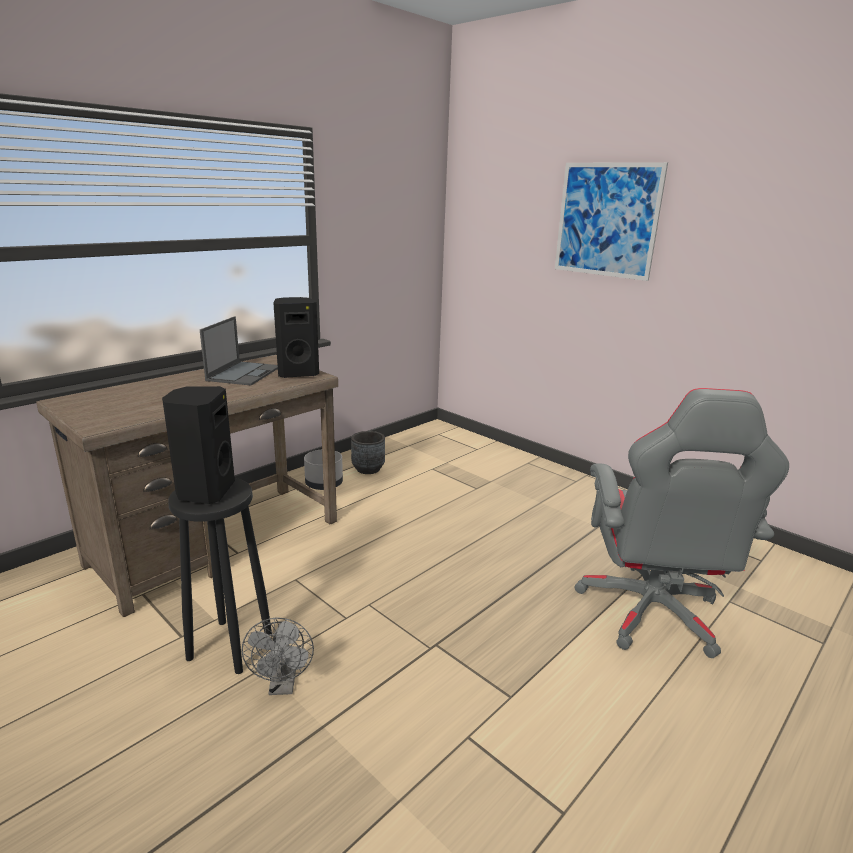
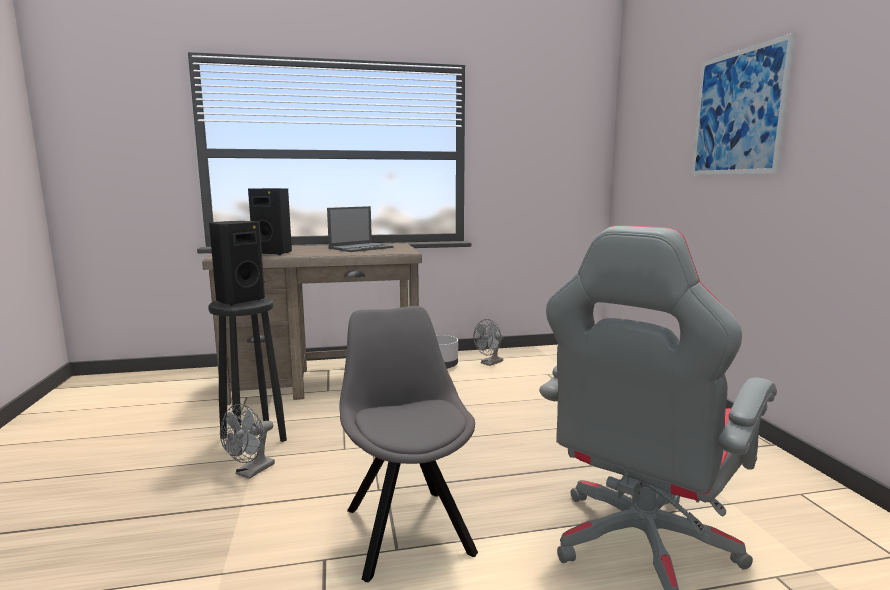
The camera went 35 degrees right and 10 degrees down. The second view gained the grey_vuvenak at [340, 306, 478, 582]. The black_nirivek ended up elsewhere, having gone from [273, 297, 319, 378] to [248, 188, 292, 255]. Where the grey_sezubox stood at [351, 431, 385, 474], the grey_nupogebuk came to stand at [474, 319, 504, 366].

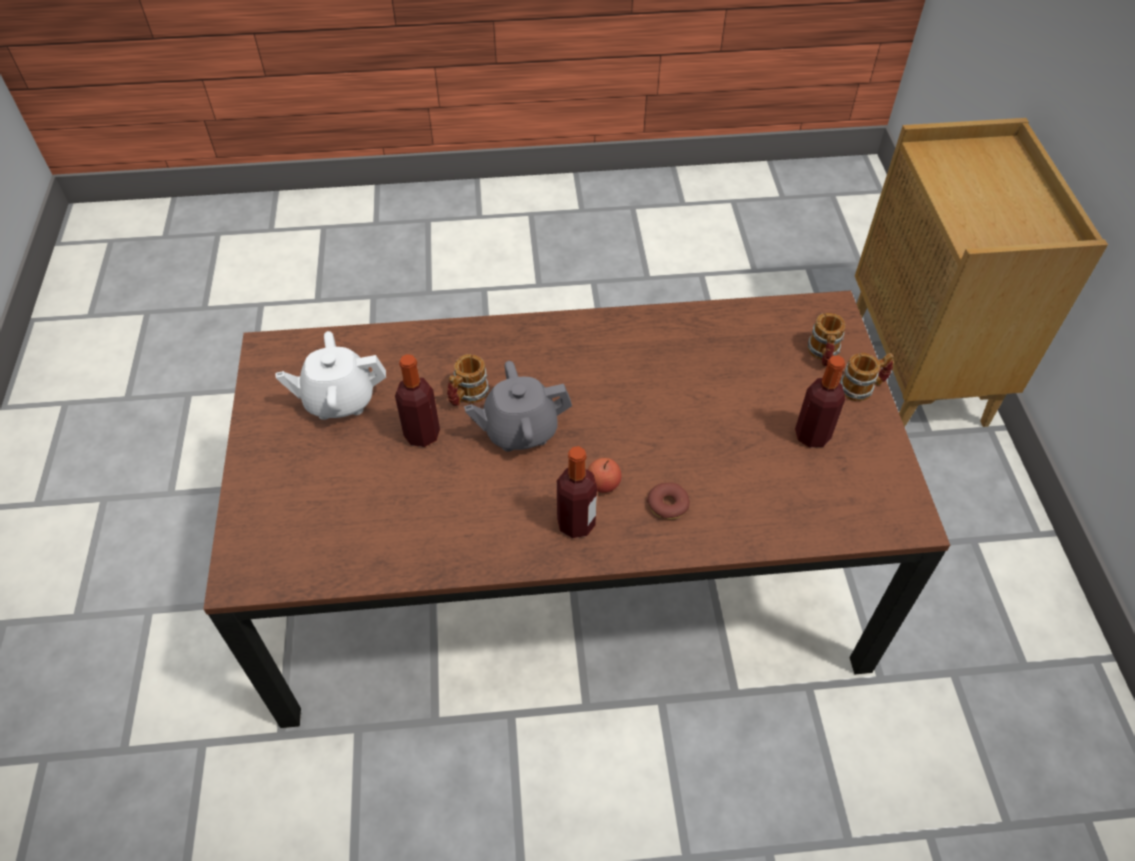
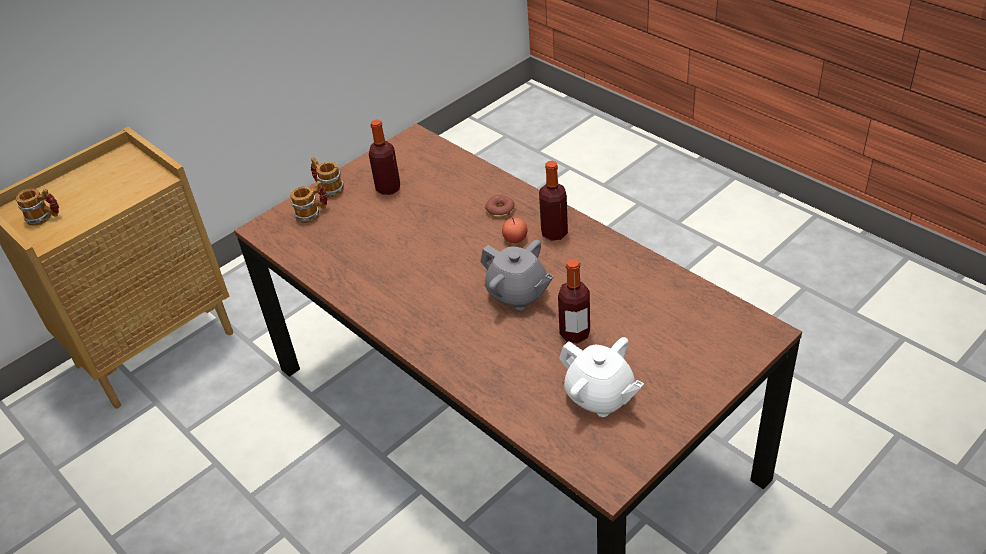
The camera went 125 degrees left and 10 degrees down. The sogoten ended up elsewhere, having gone from [447, 354, 490, 406] to [16, 188, 59, 226].

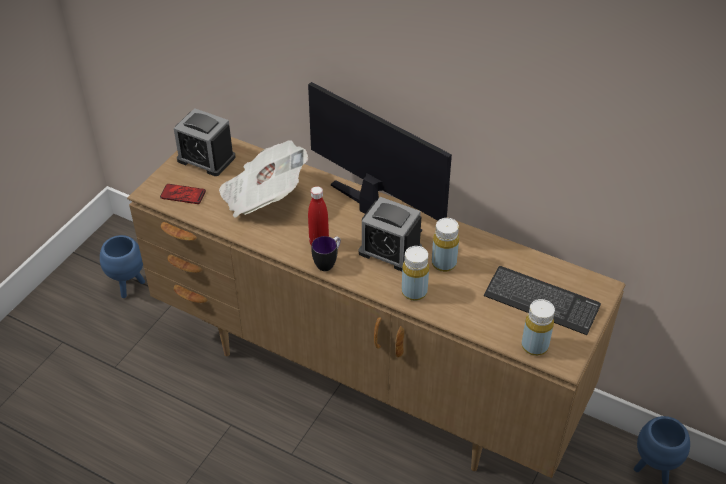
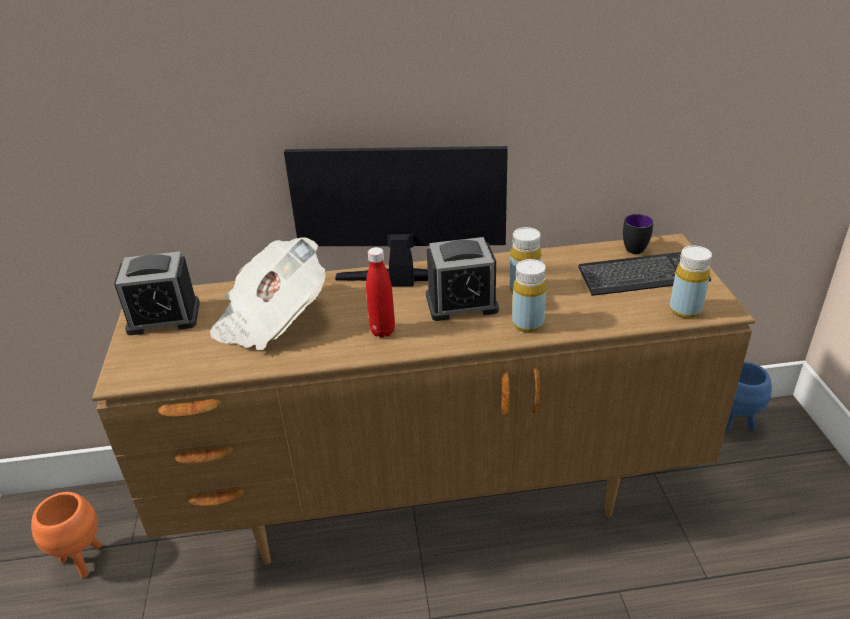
The camera went 35 degrees left and 10 degrees down. The second view lost the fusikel at [160, 184, 206, 204]. The sogoten ended up elsewhere, having gone from [312, 236, 341, 271] to [623, 214, 653, 254]. What was the blue_sezubox at [100, 235, 145, 298] turned into the orange_sezubox at [31, 492, 102, 578].

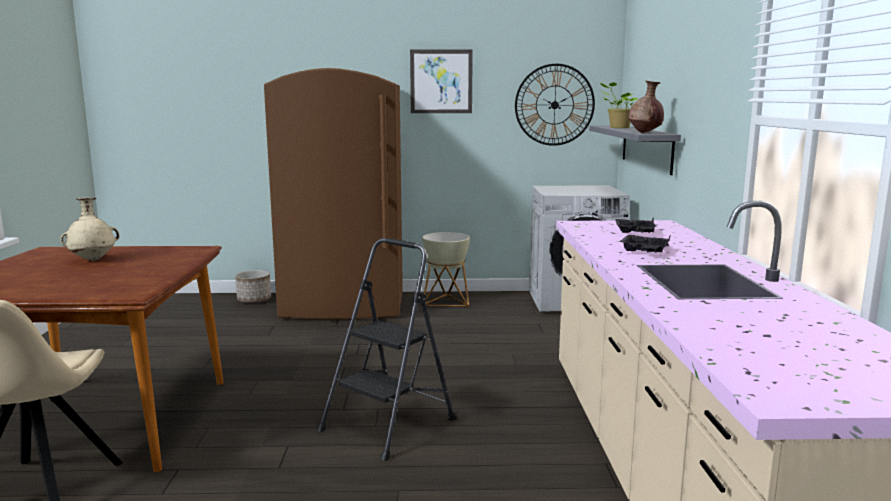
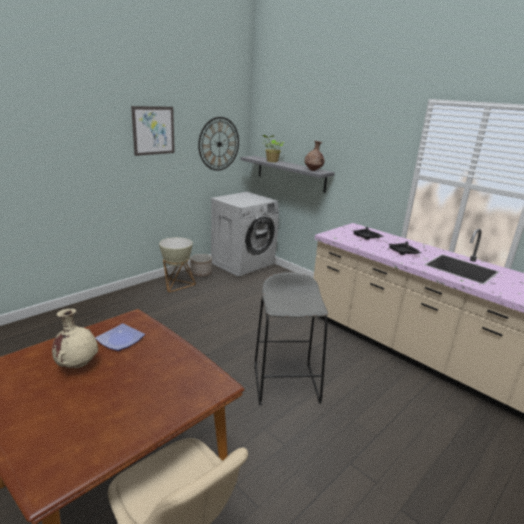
The camera went 45 degrees left and 10 degrees up. The second view lost the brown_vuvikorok at [264, 68, 403, 319]. The second view gained the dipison at [95, 324, 145, 351]. The sezubox ended up elsewhere, having gone from [235, 270, 271, 303] to [190, 254, 212, 277]. Where the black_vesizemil stood at [316, 238, 457, 461], the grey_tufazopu came to stand at [254, 272, 328, 405].

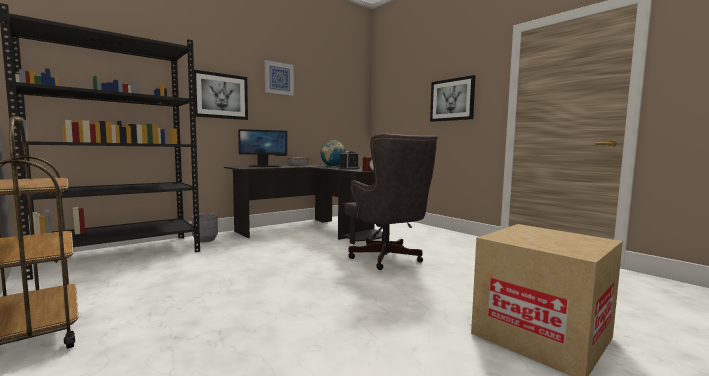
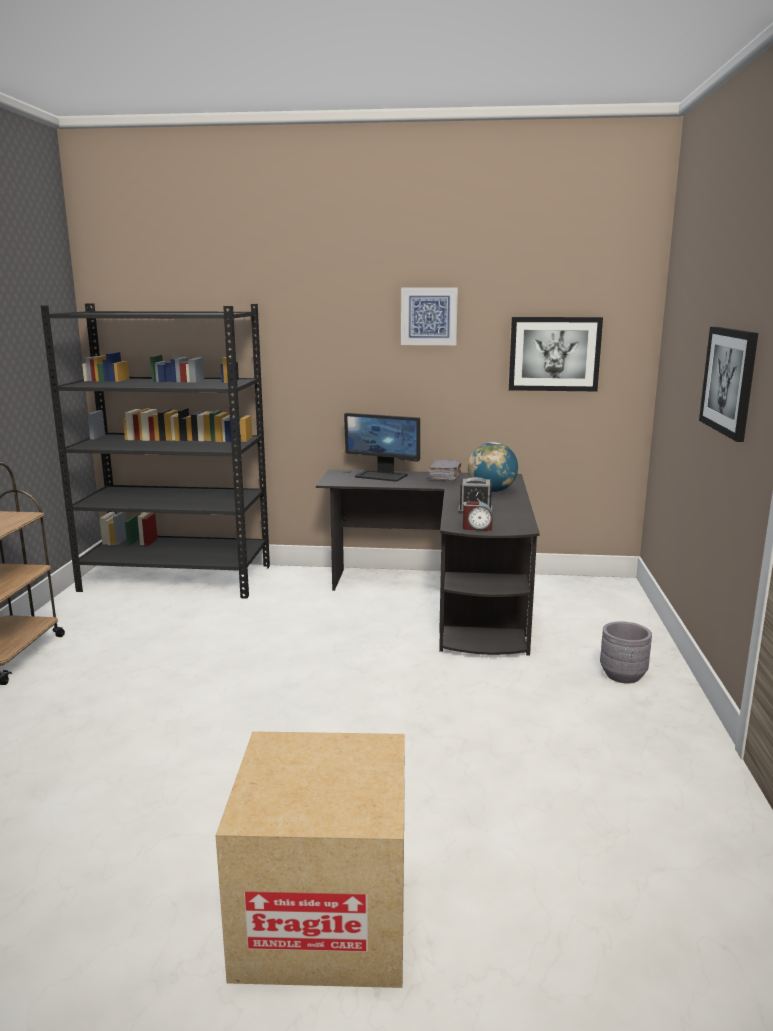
The camera went 45 degrees right and 10 degrees up. The second view lost the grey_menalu at [344, 134, 438, 270]. The grey_sezubox ended up elsewhere, having gone from [192, 213, 218, 242] to [600, 621, 652, 684]. The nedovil ended up elsewhere, having gone from [194, 70, 248, 120] to [509, 317, 603, 391].

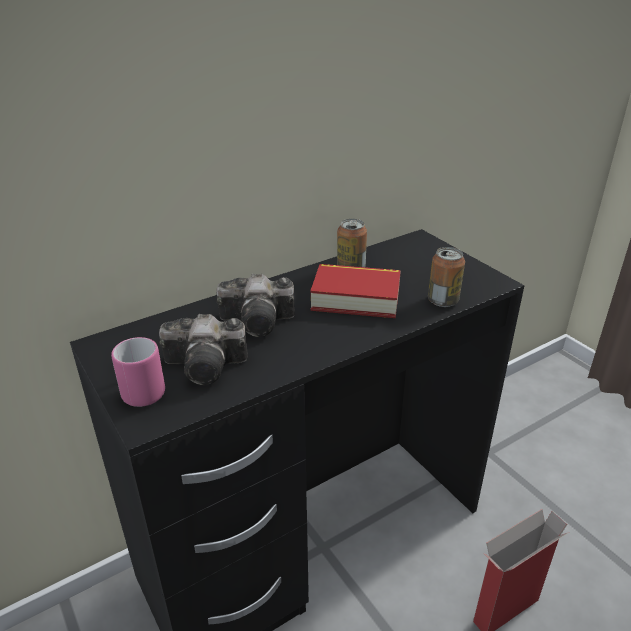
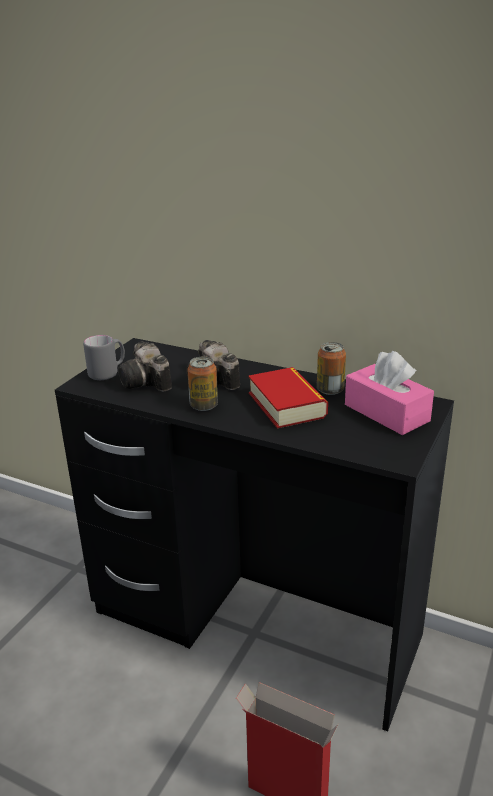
The camera went 60 degrees right and 5 degrees down. The second view gained the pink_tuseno at [345, 351, 434, 435]. The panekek ended up elsewhere, having gone from [428, 247, 465, 307] to [187, 357, 218, 411]. What was the pink_sogoten at [111, 337, 165, 407] turned into the grey_sogoten at [83, 335, 125, 380].

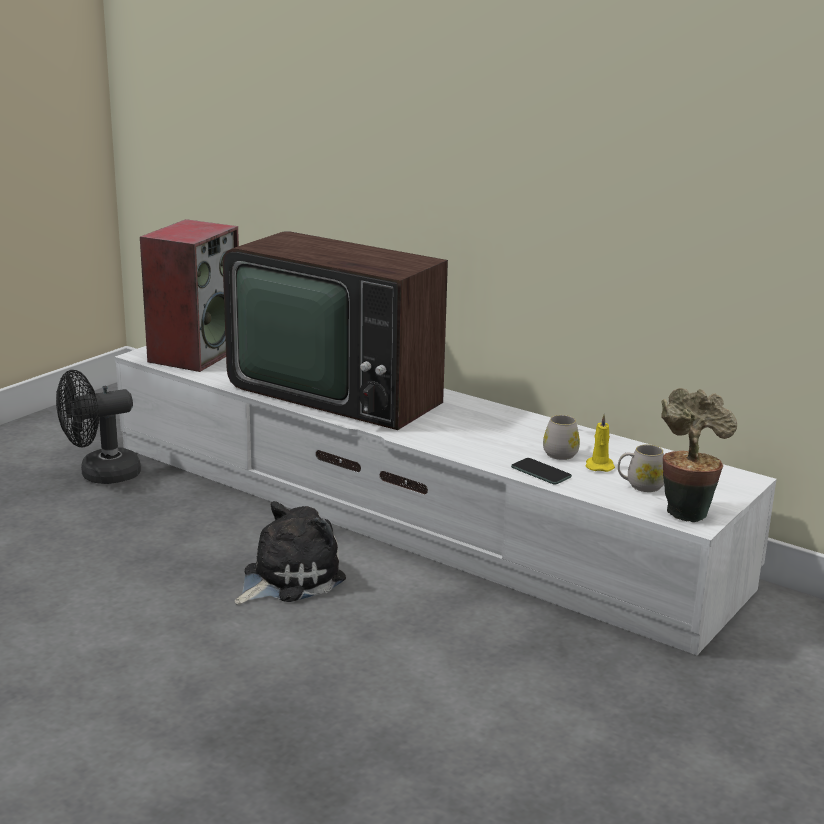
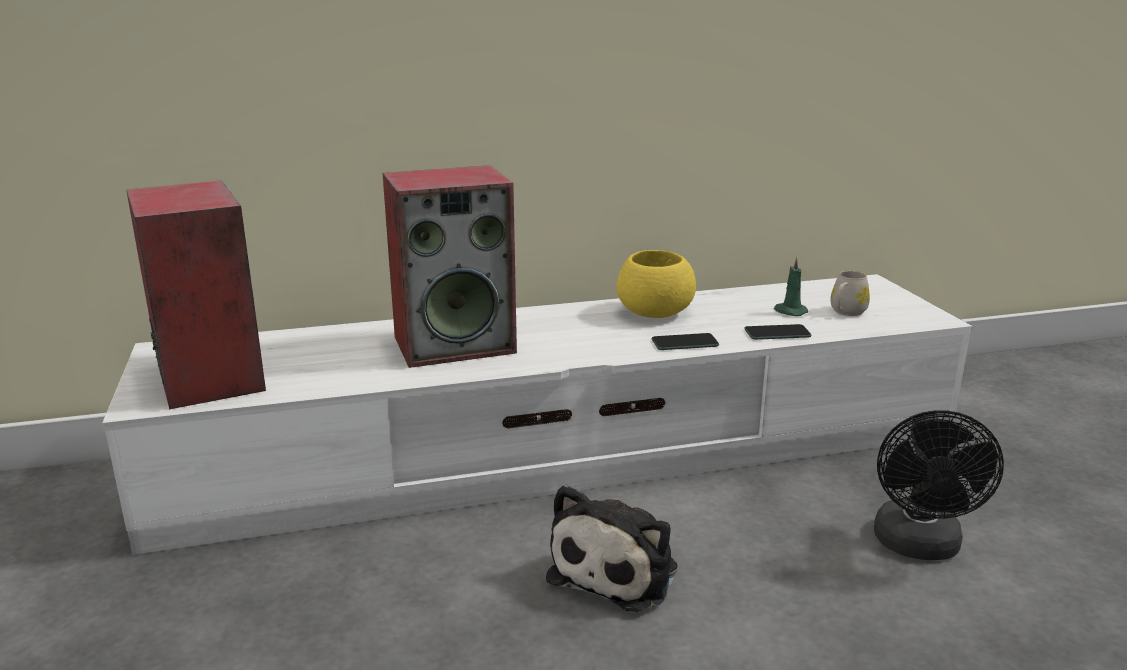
The camera went 50 degrees left and 0 degrees up. The second view lost the white_sogoten at [543, 415, 580, 460]. The second view lost the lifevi at [661, 388, 737, 522]. The second view gained the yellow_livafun at [617, 250, 696, 318]. The second view gained the fusikel at [652, 333, 719, 350]. The black_nupogebuk ended up elsewhere, having gone from [56, 370, 141, 484] to [874, 410, 1004, 560]. Where the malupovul stood at [223, 231, 448, 430], the nirivek came to stand at [383, 165, 517, 368]. What was the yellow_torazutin at [586, 414, 615, 472] turned into the green_torazutin at [774, 257, 808, 316]. The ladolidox at [235, 501, 346, 605] ended up facing another way, 150 degrees counterclockwise from before.

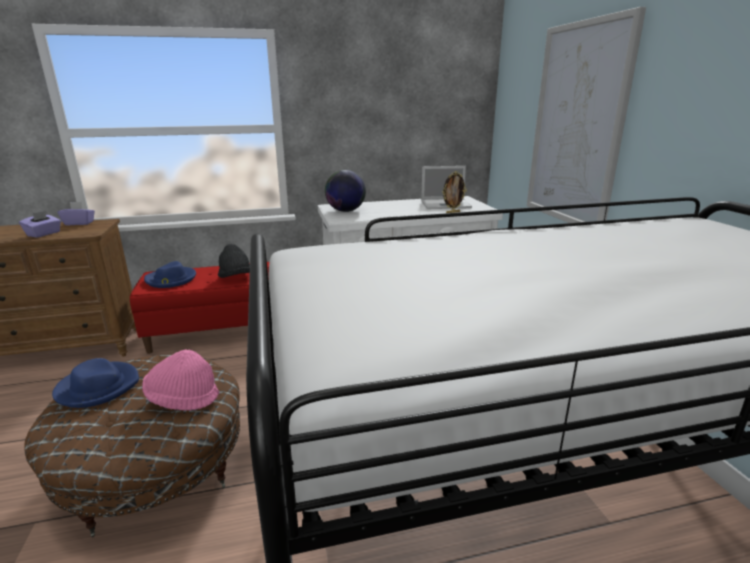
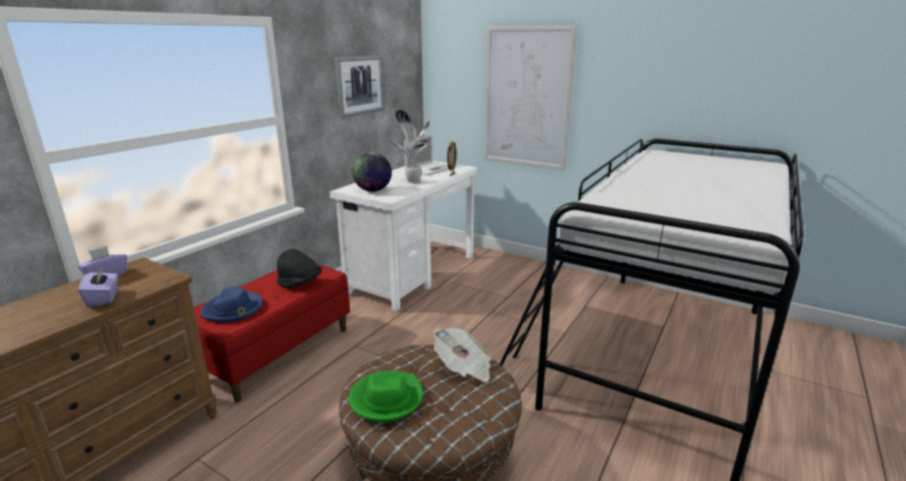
The camera went 45 degrees left and 0 degrees up. The second view gained the nedovil at [335, 56, 385, 118]. The second view gained the lifevi at [387, 110, 430, 183]. Where the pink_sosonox stood at [142, 349, 219, 410], the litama came to stand at [434, 328, 491, 382]. What was the blue_sosonox at [52, 358, 139, 408] turned into the green_sosonox at [349, 371, 423, 422].

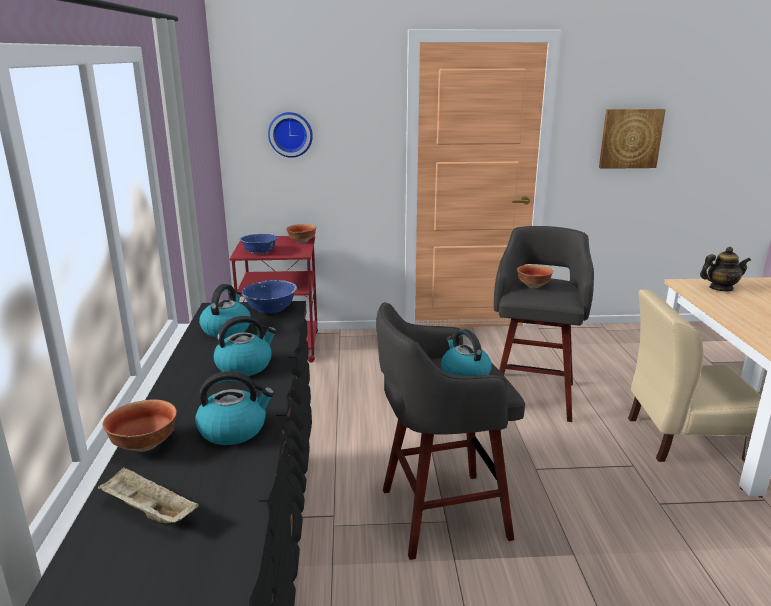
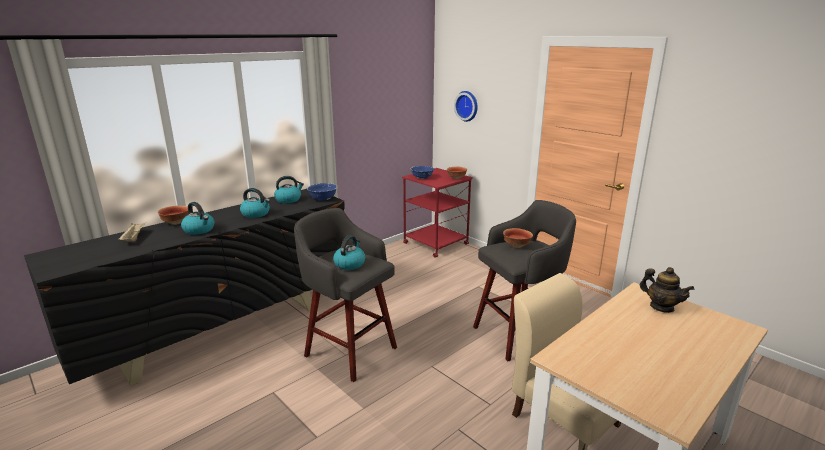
The camera went 50 degrees right and 0 degrees up. The second view lost the nedovil at [599, 109, 666, 169].

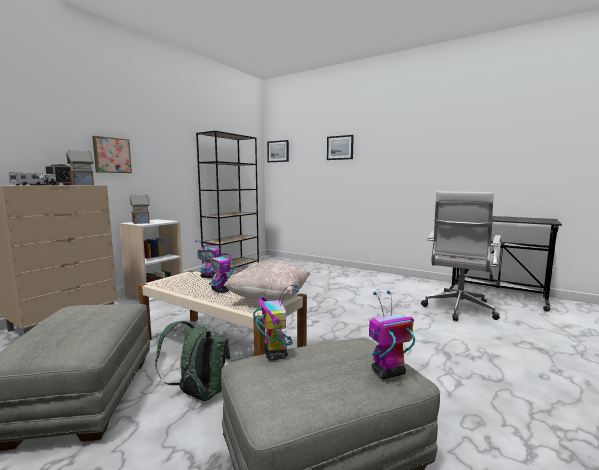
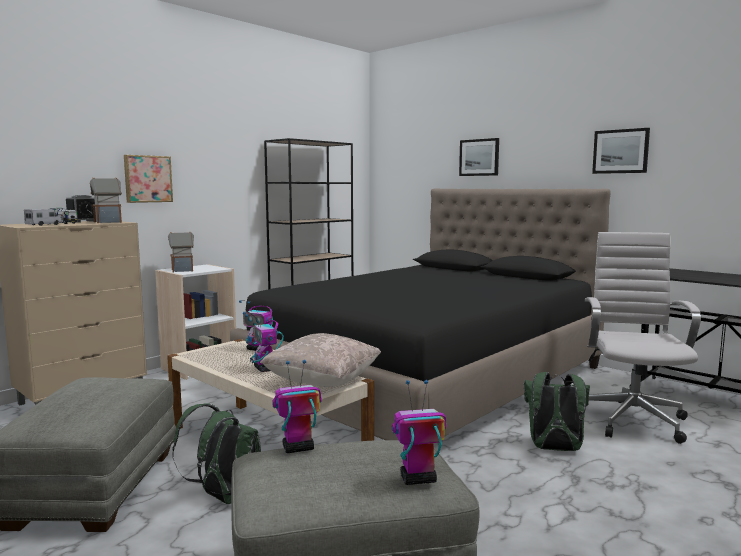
The camera went 10 degrees right and 0 degrees up. The second view gained the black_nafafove at [230, 189, 611, 440]. The second view gained the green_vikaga at [524, 372, 590, 451]. The nedovil ended up elsewhere, having gone from [267, 140, 289, 162] to [592, 128, 650, 174]. The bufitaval at [253, 284, 299, 360] ended up facing another way, 105 degrees counterclockwise from before. The white_menalu at [421, 191, 502, 321] ended up facing another way, 150 degrees clockwise from before.

